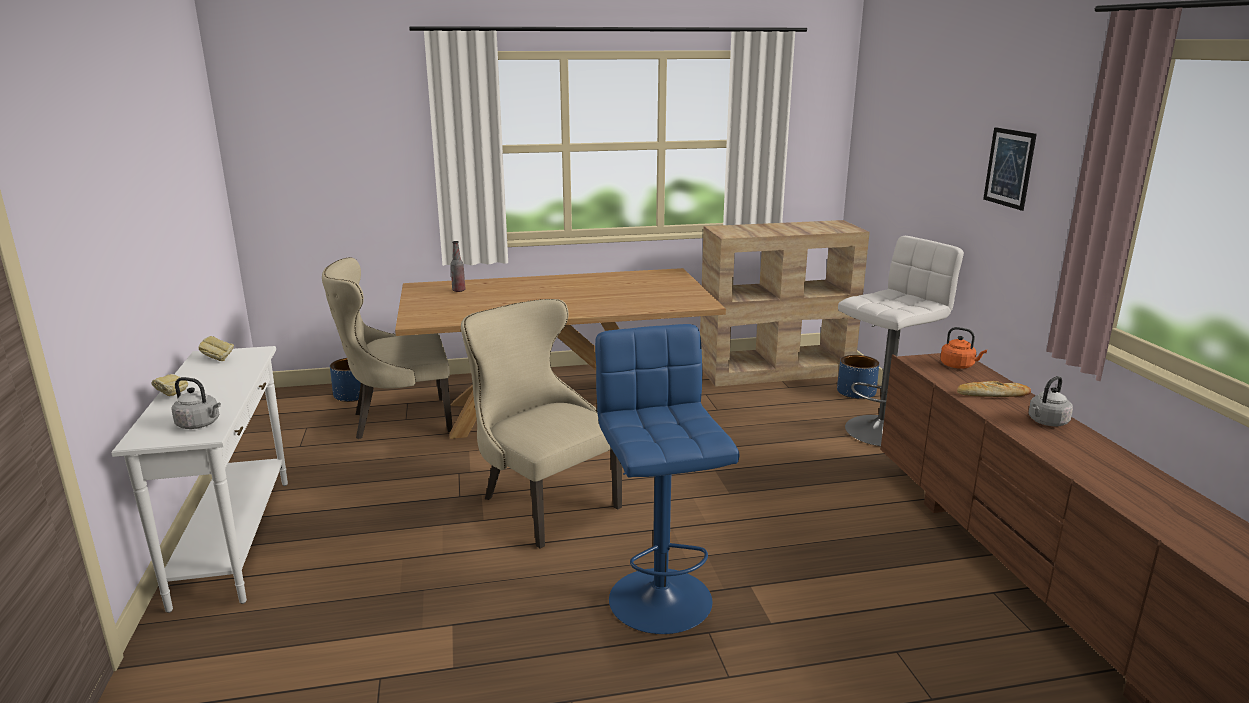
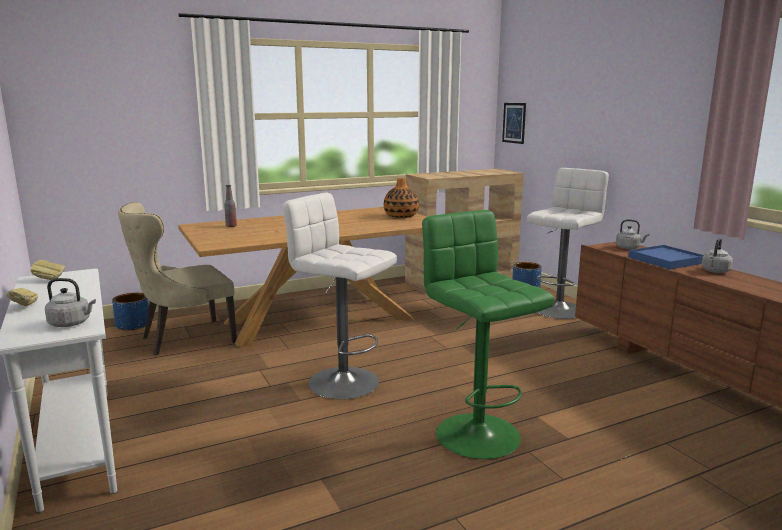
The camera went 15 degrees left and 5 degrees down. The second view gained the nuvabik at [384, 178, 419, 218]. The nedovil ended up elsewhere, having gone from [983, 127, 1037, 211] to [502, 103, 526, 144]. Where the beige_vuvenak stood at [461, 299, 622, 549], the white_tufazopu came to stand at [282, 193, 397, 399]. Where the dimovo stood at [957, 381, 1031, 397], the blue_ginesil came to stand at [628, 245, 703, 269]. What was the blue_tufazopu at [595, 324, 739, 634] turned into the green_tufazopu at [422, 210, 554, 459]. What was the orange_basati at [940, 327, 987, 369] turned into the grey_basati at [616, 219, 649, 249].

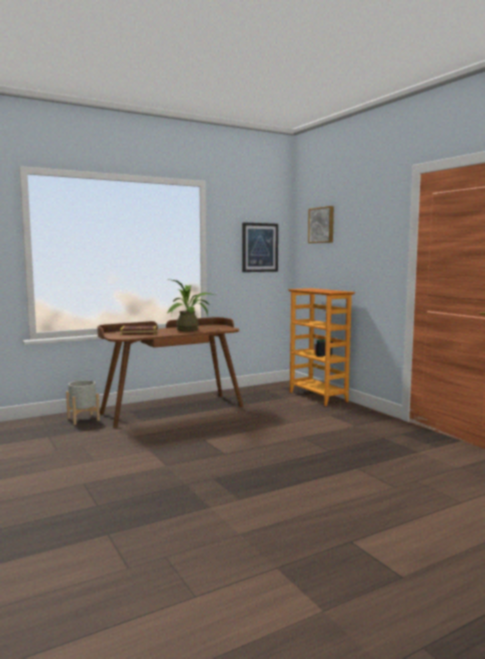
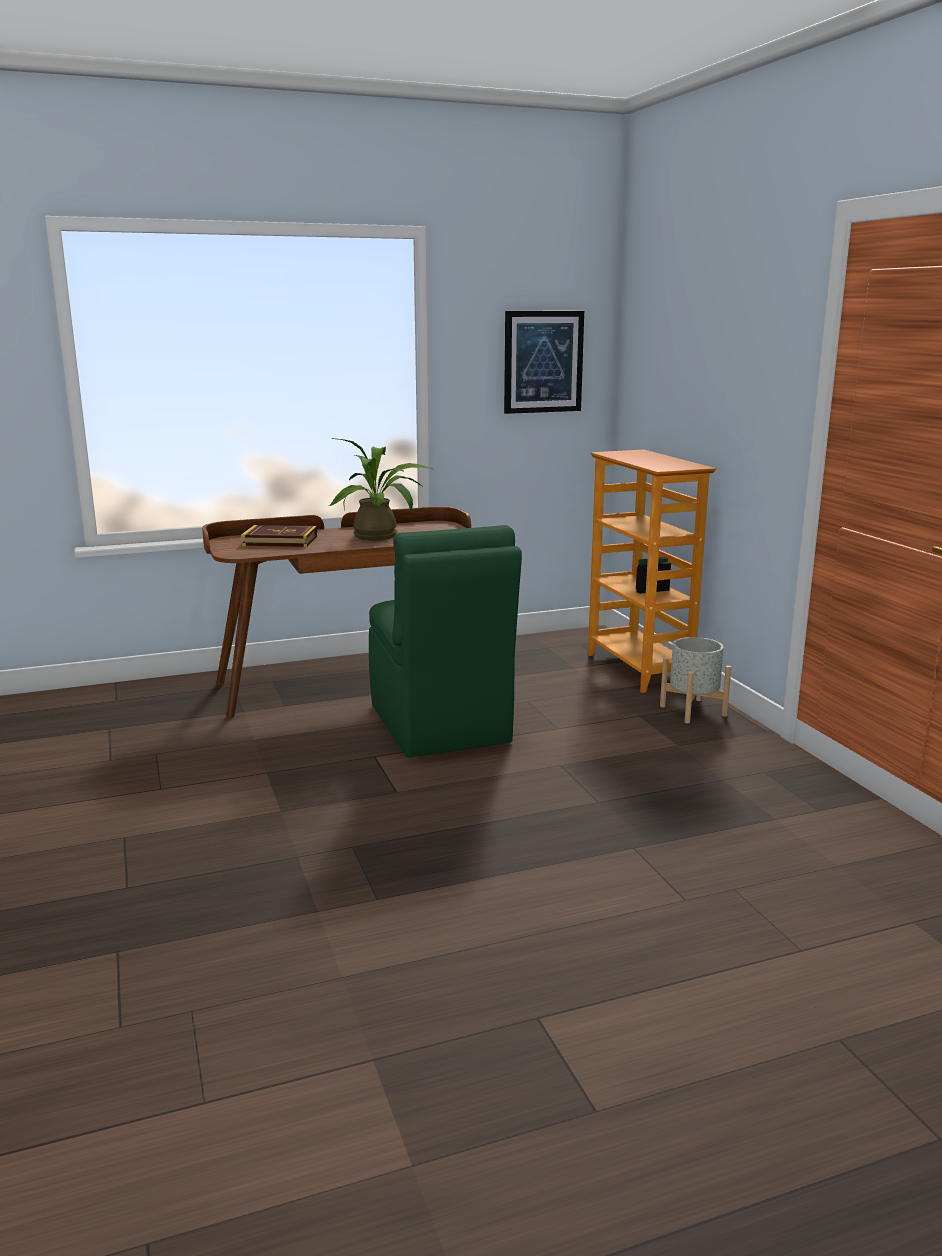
The camera went 10 degrees right and 10 degrees up. The second view lost the nedovil at [308, 206, 334, 243]. The second view gained the green_vuvenak at [369, 525, 522, 757]. The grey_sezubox ended up elsewhere, having gone from [66, 380, 100, 425] to [660, 637, 731, 723].

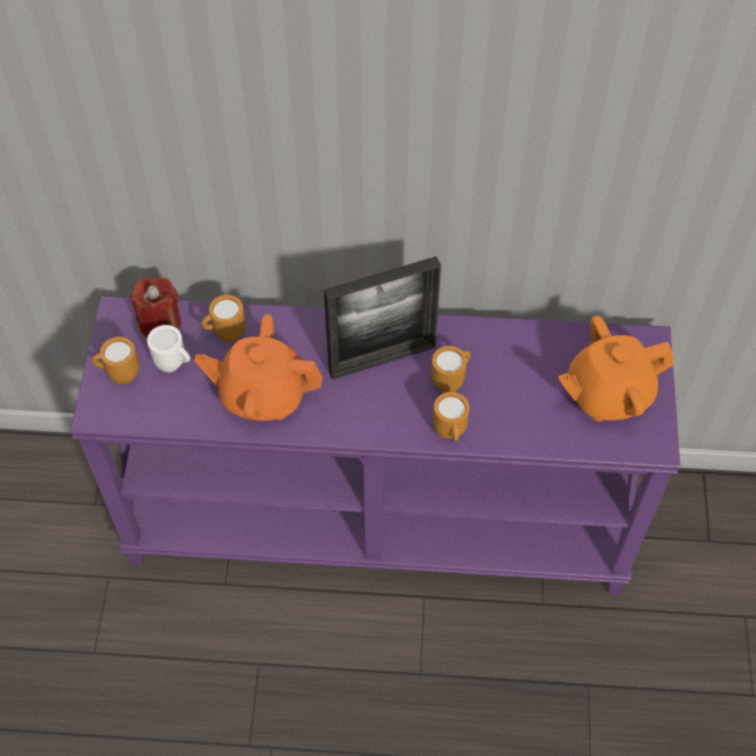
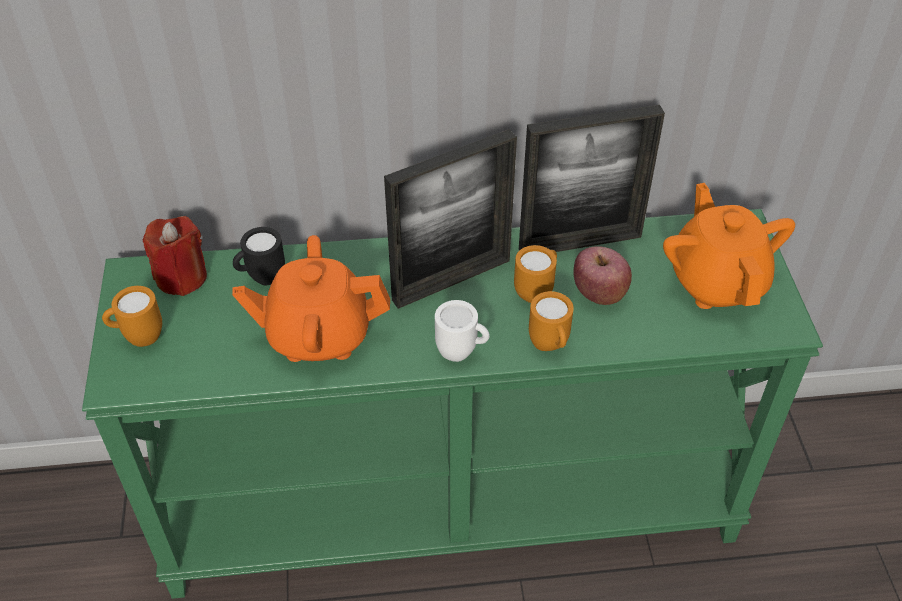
The camera went 10 degrees left and 10 degrees down. The second view gained the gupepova at [519, 105, 665, 252]. The second view gained the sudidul at [574, 246, 632, 305]. The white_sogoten ended up elsewhere, having gone from [147, 325, 190, 372] to [435, 300, 490, 362]. What was the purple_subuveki at [70, 296, 681, 595] turned into the green_subuveki at [82, 209, 823, 599]. What was the orange_sogoten at [201, 295, 245, 342] turned into the black_sogoten at [233, 227, 285, 285]. The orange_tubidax at [558, 315, 674, 421] ended up facing another way, 105 degrees clockwise from before.

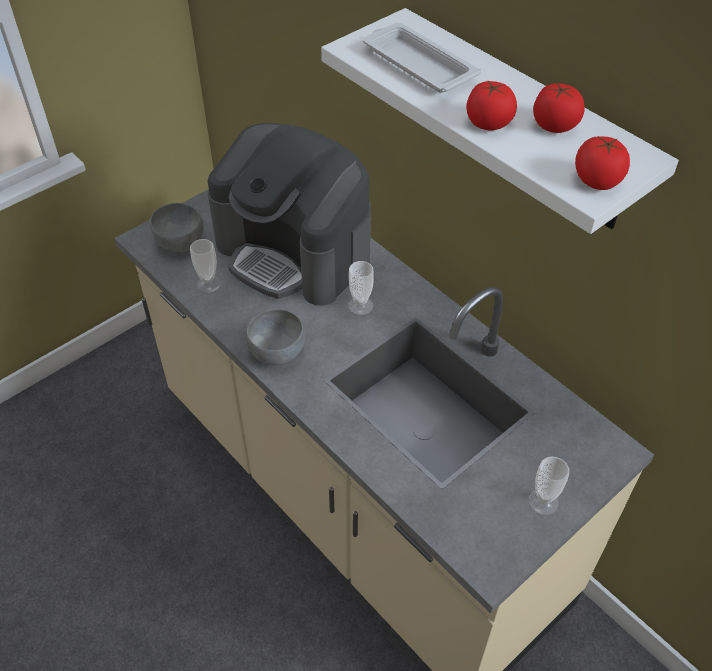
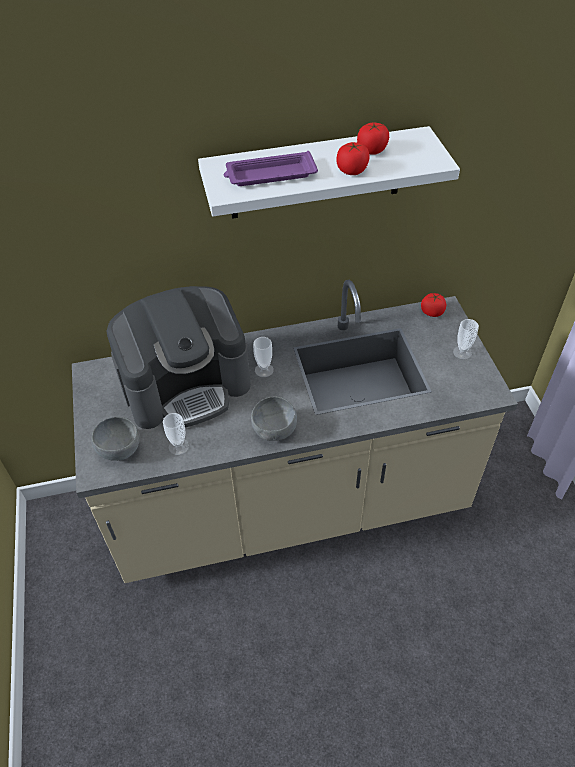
The camera went 60 degrees left and 0 degrees up. The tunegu ended up elsewhere, having gone from [575, 136, 630, 190] to [421, 293, 446, 317]. What was the white_ginesil at [362, 23, 481, 93] turned into the purple_ginesil at [224, 151, 318, 186].

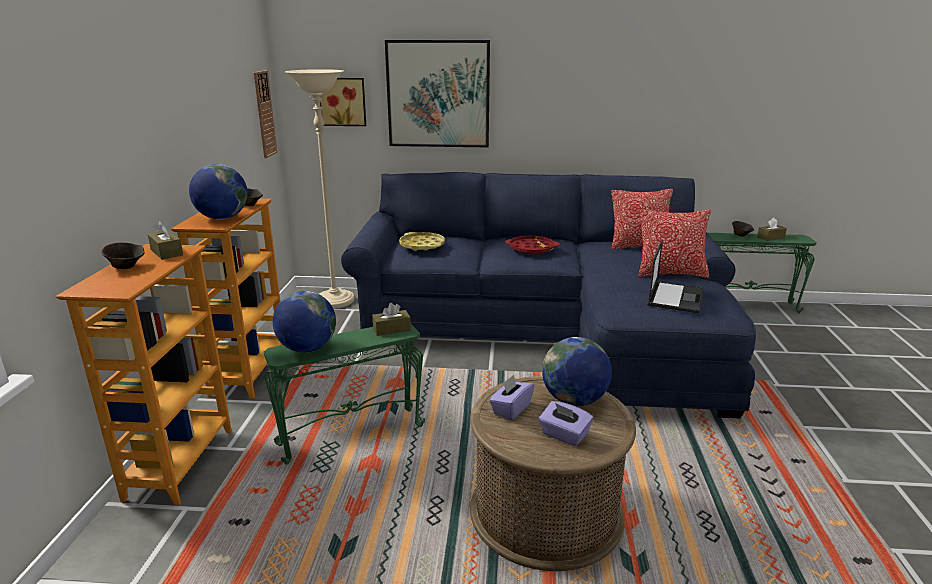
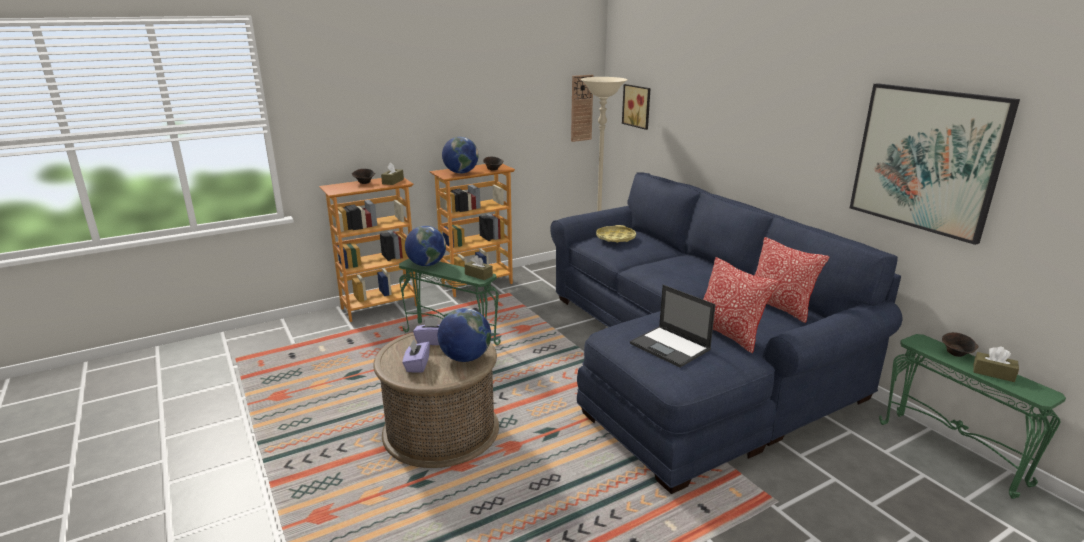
The camera went 55 degrees right and 0 degrees up. The second view lost the red_ginesil at [505, 236, 560, 255]. The nedovil ended up elsewhere, having gone from [385, 40, 490, 147] to [850, 83, 1020, 245]. The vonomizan at [647, 240, 704, 313] ended up facing another way, 60 degrees clockwise from before.

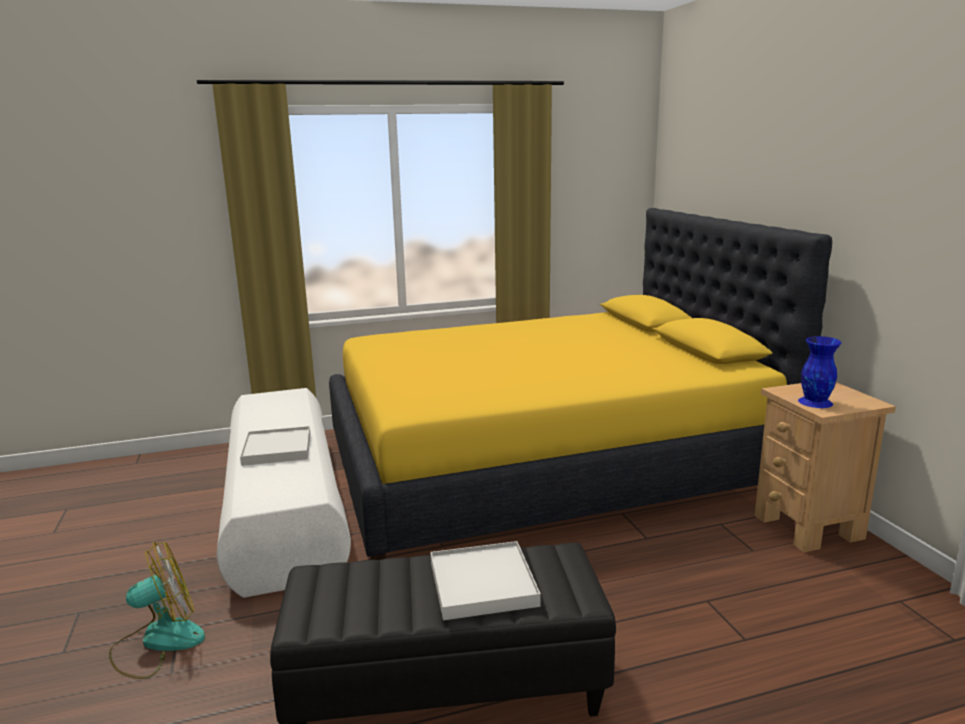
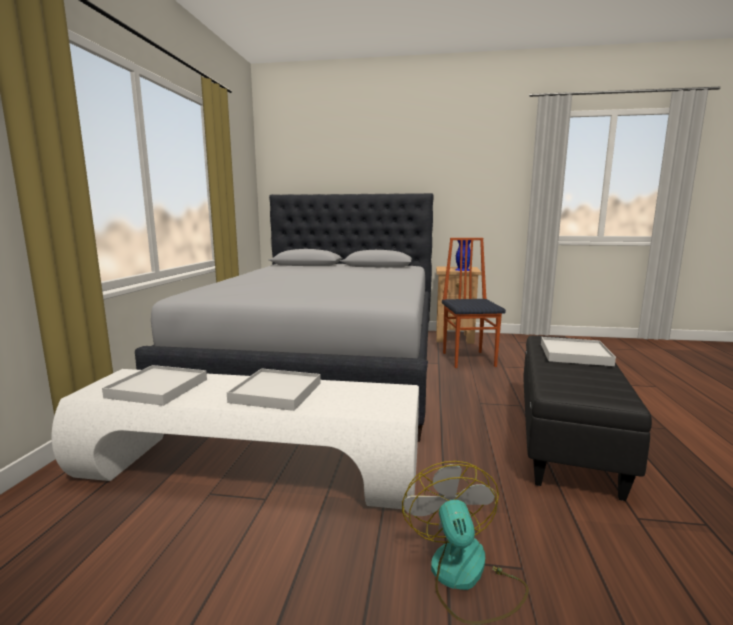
The camera went 65 degrees left and 5 degrees down. The second view gained the white_ginesil at [102, 365, 207, 406]. The second view gained the vuvenak at [442, 238, 506, 368]. What was the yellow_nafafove at [329, 208, 832, 560] turned into the grey_nafafove at [135, 193, 434, 442].

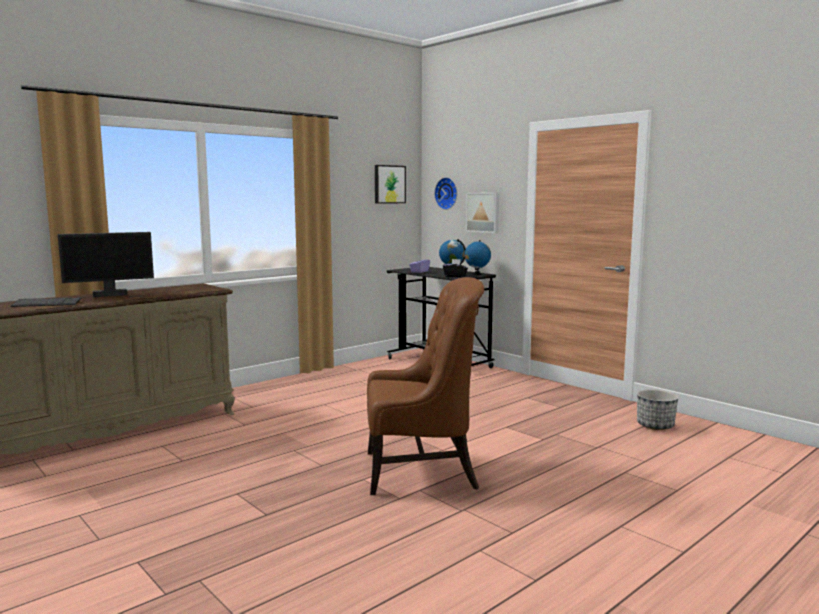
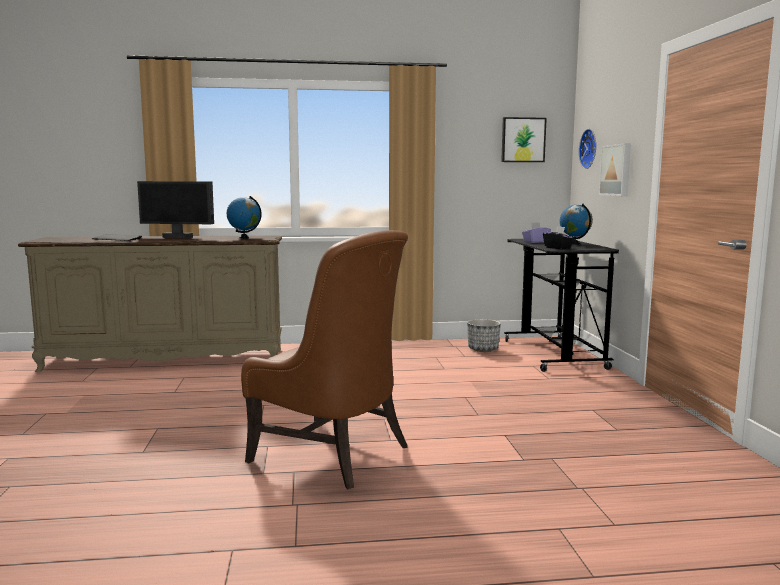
The camera went 35 degrees right and 0 degrees up. The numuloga ended up elsewhere, having gone from [464, 240, 491, 275] to [227, 196, 262, 239]. The sezubox ended up elsewhere, having gone from [637, 389, 678, 430] to [467, 319, 501, 352].

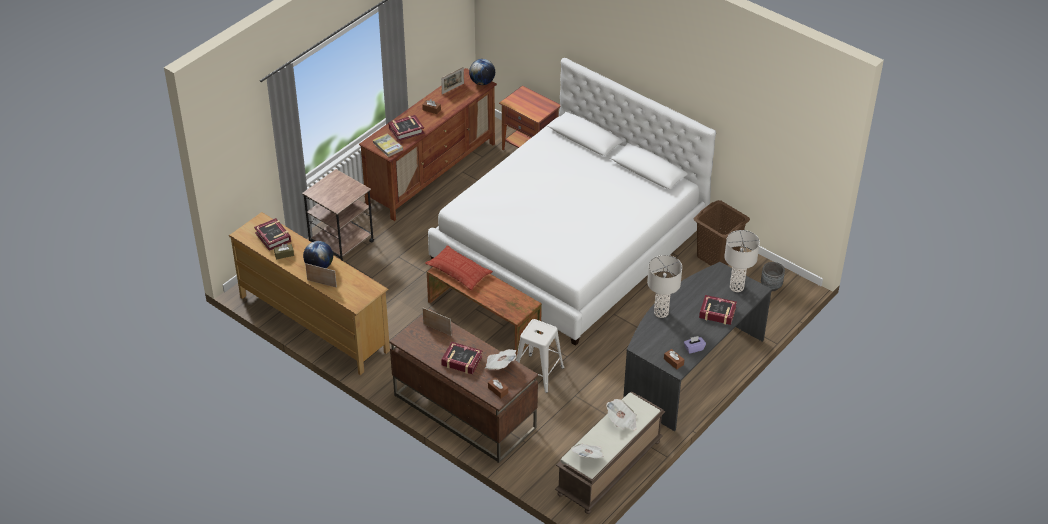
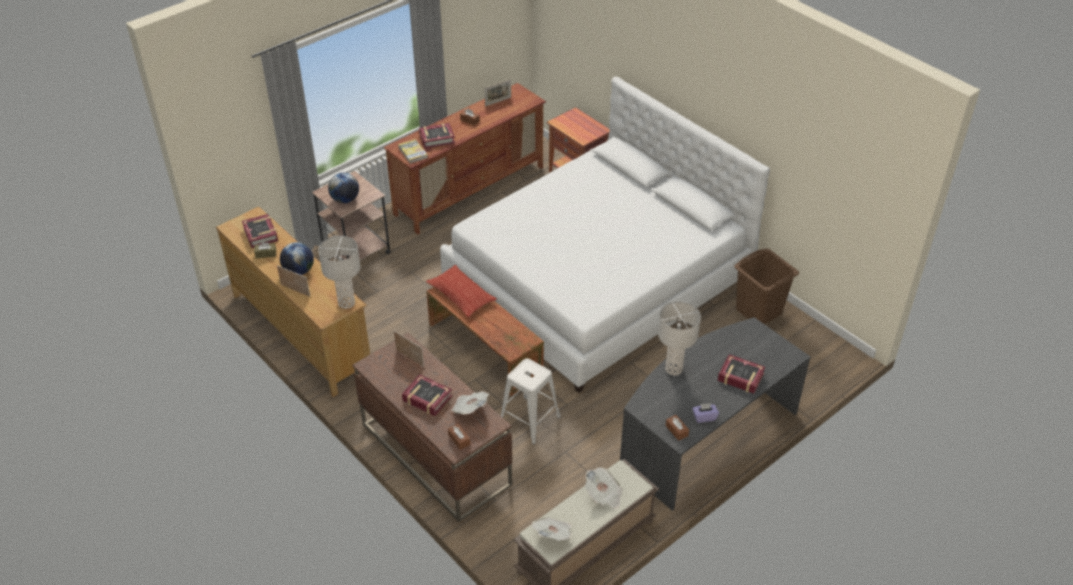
The camera went 10 degrees right and 0 degrees up. The second view lost the grey_sezubox at [761, 262, 785, 291]. The numuloga ended up elsewhere, having gone from [469, 59, 495, 85] to [328, 173, 359, 203]. The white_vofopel ended up elsewhere, having gone from [724, 230, 760, 292] to [318, 236, 360, 309].

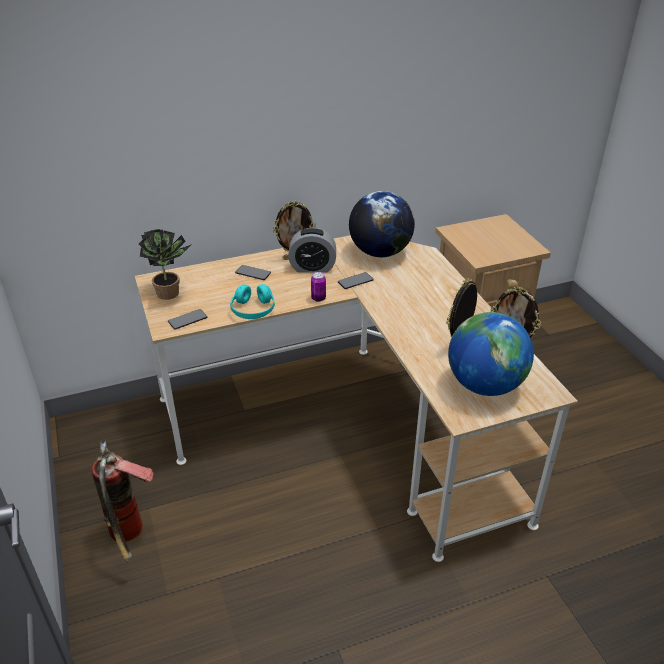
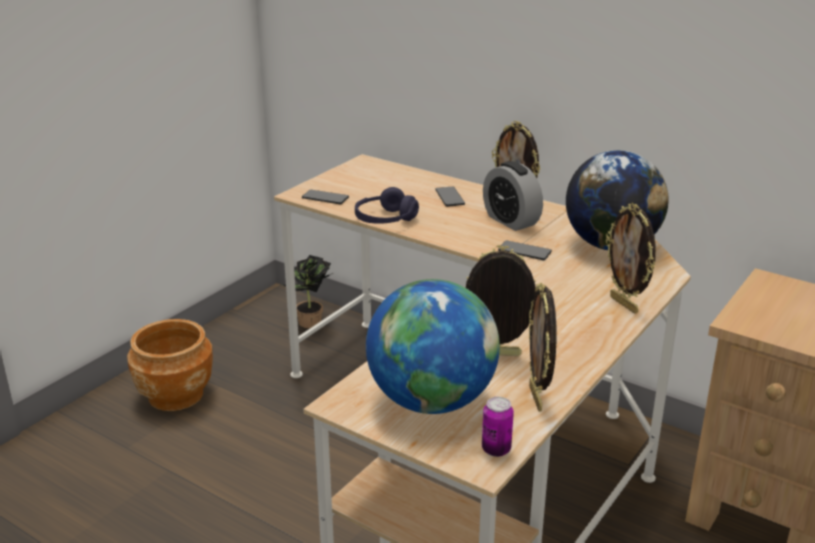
The camera went 55 degrees right and 10 degrees down. The second view gained the gupepova at [606, 203, 656, 314]. The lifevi ended up elsewhere, having gone from [139, 229, 192, 300] to [283, 255, 333, 328]. The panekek ended up elsewhere, having gone from [311, 272, 326, 302] to [482, 397, 514, 457]. Where the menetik stood at [92, 439, 154, 562], the brown_sezubox came to stand at [127, 319, 213, 411]. What was the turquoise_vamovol at [230, 284, 275, 319] turned into the purple_vamovol at [355, 187, 419, 224].

